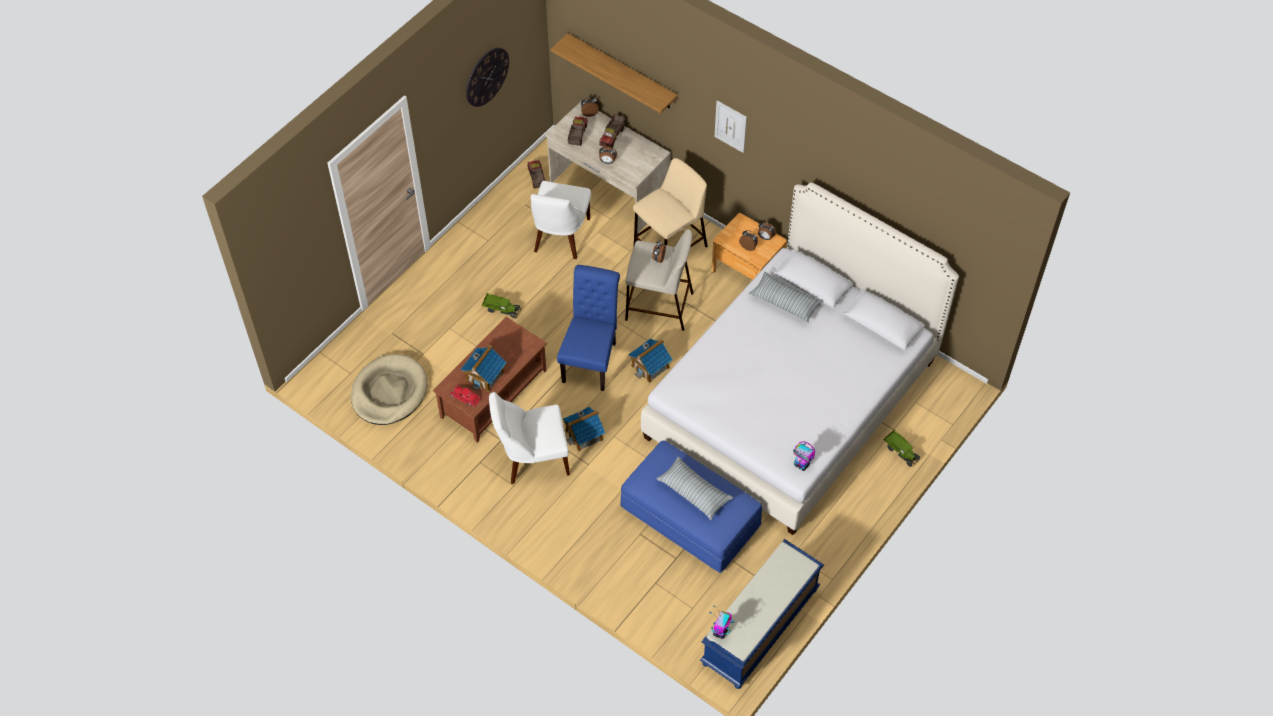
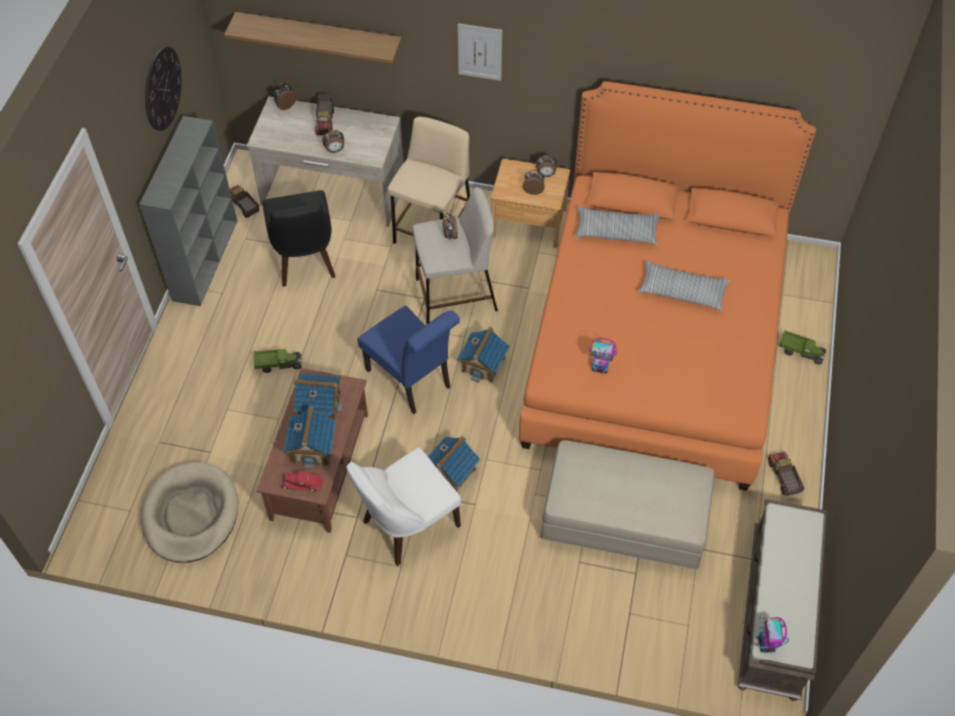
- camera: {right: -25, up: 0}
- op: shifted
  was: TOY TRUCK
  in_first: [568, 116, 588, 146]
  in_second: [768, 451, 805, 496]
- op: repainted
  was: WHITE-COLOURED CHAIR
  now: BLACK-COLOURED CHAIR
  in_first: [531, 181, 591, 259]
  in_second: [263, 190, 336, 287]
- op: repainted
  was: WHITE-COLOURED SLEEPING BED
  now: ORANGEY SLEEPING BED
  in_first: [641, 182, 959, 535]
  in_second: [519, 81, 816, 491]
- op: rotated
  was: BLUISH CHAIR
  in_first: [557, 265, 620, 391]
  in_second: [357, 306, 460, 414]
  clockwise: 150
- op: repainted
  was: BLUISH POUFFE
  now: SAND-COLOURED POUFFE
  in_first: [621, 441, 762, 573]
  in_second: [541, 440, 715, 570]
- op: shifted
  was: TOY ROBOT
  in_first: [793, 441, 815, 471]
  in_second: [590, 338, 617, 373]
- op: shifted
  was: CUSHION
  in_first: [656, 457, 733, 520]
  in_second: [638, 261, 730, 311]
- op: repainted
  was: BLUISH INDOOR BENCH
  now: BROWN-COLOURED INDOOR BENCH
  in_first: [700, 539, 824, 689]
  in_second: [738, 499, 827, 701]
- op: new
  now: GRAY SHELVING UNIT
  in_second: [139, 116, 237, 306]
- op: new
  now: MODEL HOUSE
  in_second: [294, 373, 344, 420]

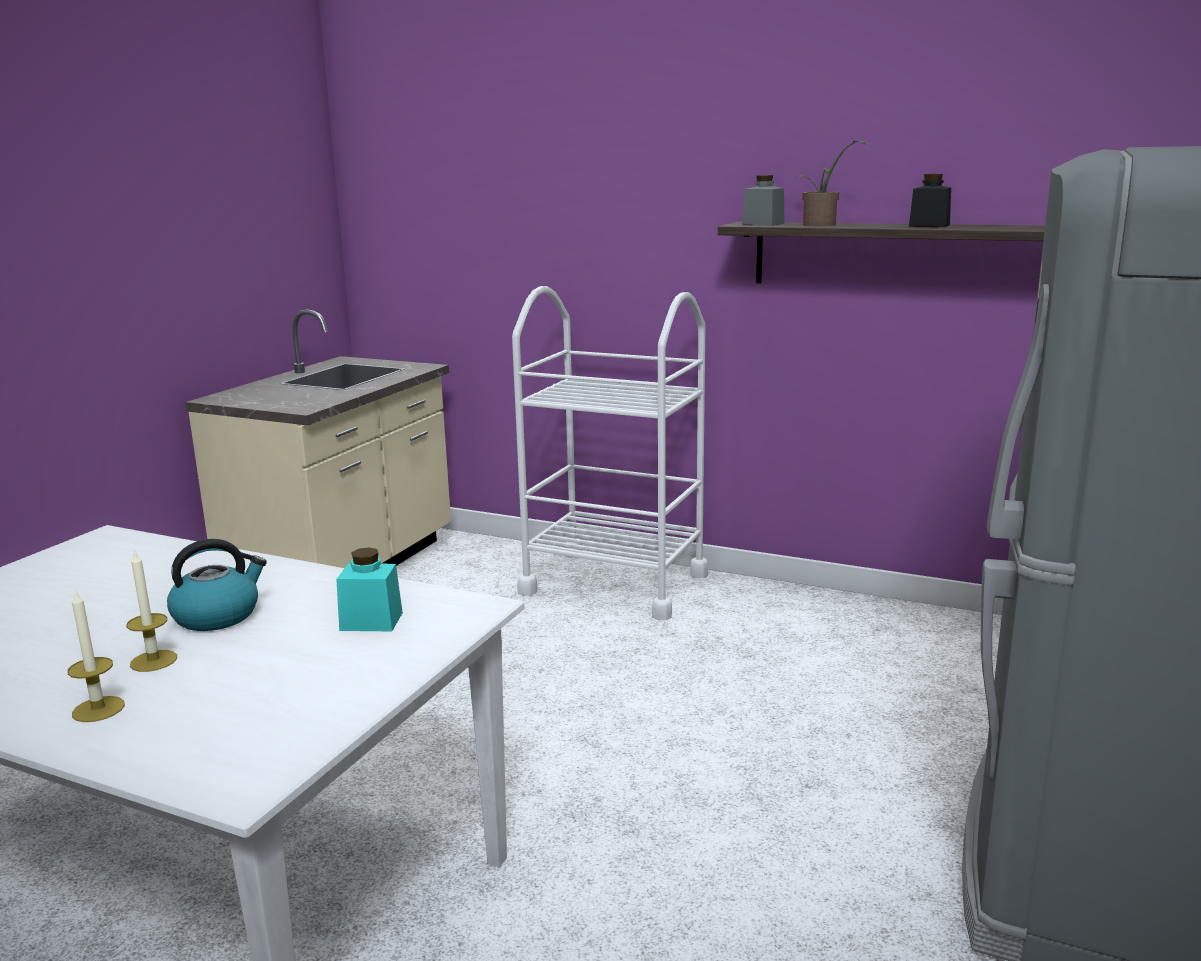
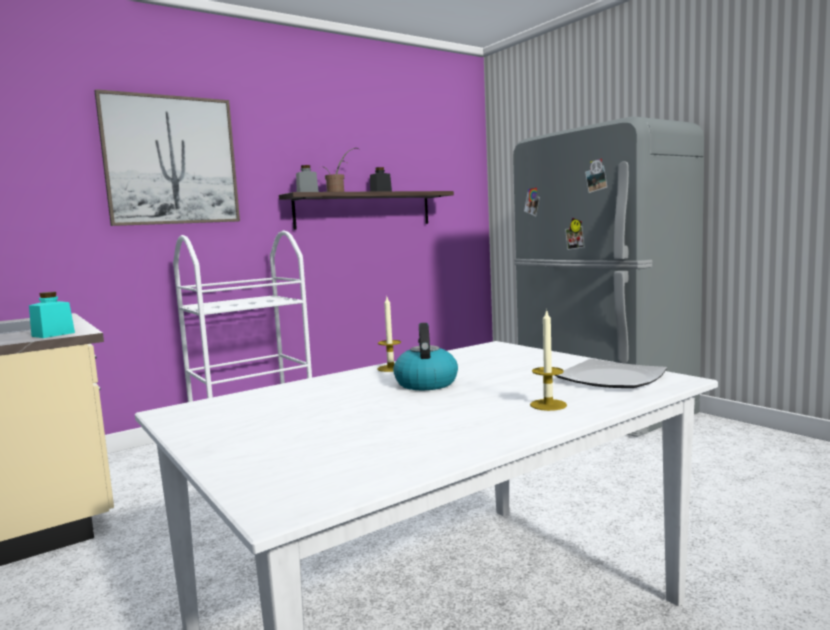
- camera: {right: -60, up: -10}
- op: shifted
  was: BLUE-GREEN STORAGE JAR
  in_first: [336, 547, 403, 631]
  in_second: [29, 292, 75, 338]
- op: shifted
  was: WAX LIGHT
  in_first: [126, 552, 177, 672]
  in_second: [377, 297, 401, 372]
- op: new
  now: PICTURE
  in_second: [95, 89, 240, 226]
- op: new
  now: PLATE
  in_second: [555, 359, 667, 388]

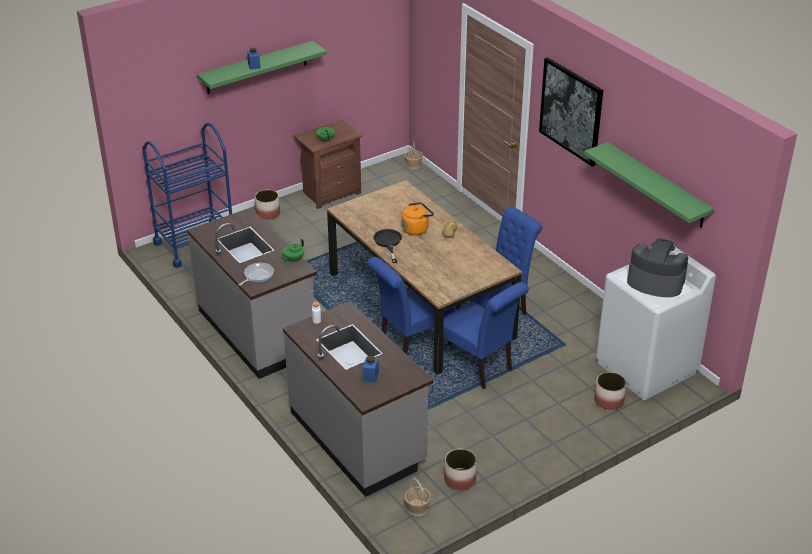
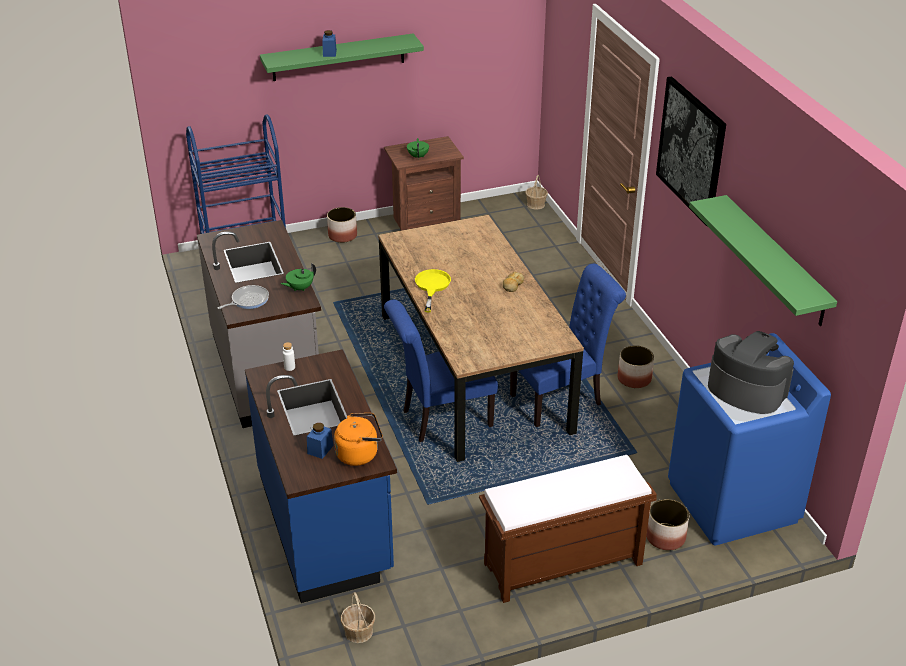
- camera: {right: 15, up: 0}
- op: shifted
  was: ORANGEY TEA KETTLE
  in_first: [402, 202, 434, 235]
  in_second: [334, 413, 383, 466]
- op: repainted
  was: BLACK-COLOURED FRYING PAN
  now: YELLOW FRYING PAN
  in_first: [373, 229, 402, 263]
  in_second: [415, 269, 451, 312]
- op: repainted
  was: WHITE-COLOURED LAUNDRY MACHINE
  now: BLUISH LAUNDRY MACHINE
  in_first: [596, 245, 716, 400]
  in_second: [668, 333, 831, 545]
- op: gone
  was: BLUISH CHAIR
  in_first: [443, 282, 529, 389]
- op: repainted
  was: GRAY KITCHEN BASE UNIT
  now: BLUISH KITCHEN BASE UNIT
  in_first: [283, 301, 433, 497]
  in_second: [245, 349, 397, 603]
- op: shifted
  was: PLANTER
  in_first: [444, 449, 477, 490]
  in_second: [618, 345, 654, 388]
- op: new
  now: BROWN-COLOURED INDOOR BENCH
  in_second: [479, 455, 657, 603]

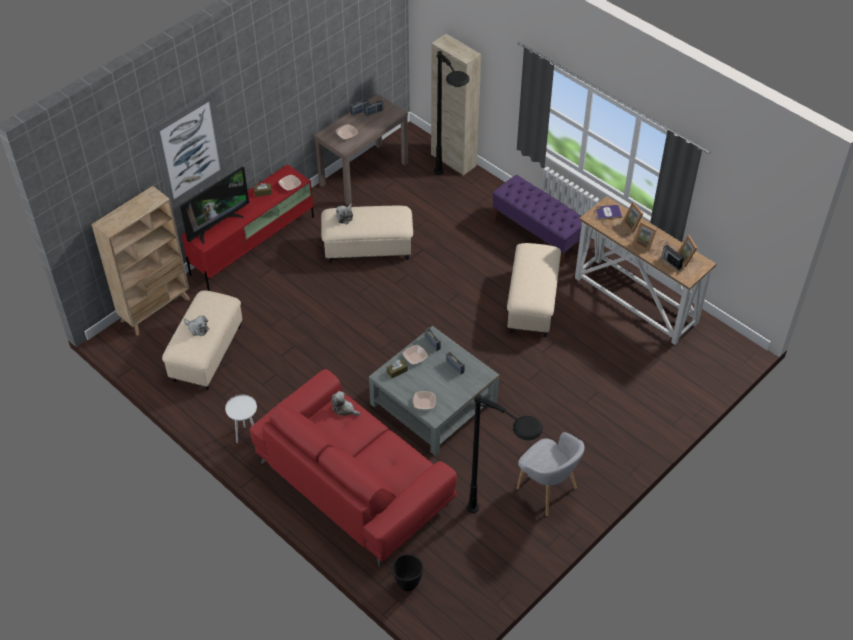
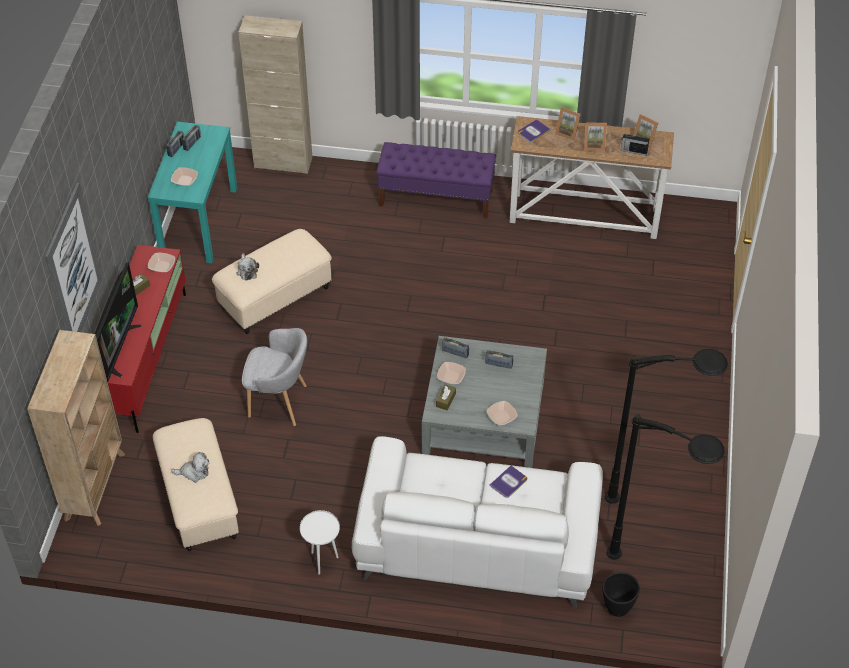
- camera: {right: -35, up: 0}
- op: shifted
  was: BLACK-COLOURED STANDING LAMP
  in_first: [434, 51, 470, 175]
  in_second: [606, 414, 725, 560]
- op: repainted
  was: BROWN-COLOURED CONSOLE TABLE
  now: BLUE-GREEN CONSOLE TABLE
  in_first: [314, 94, 408, 205]
  in_second: [148, 122, 237, 263]
- op: gone
  was: SAND-COLOURED POUFFE
  in_first: [507, 243, 561, 337]
- op: repainted
  was: REDDISH COUCH
  now: WHITE-COLOURED COUCH
  in_first: [250, 369, 457, 566]
  in_second: [352, 436, 603, 608]
- op: gone
  was: PLUSH TOY
  in_first: [331, 391, 360, 416]
- op: shifted
  was: GRAY EASY CHAIR
  in_first: [516, 432, 585, 516]
  in_second: [242, 328, 307, 426]
- op: new
  now: BOUND BOOK
  in_second: [489, 465, 527, 498]

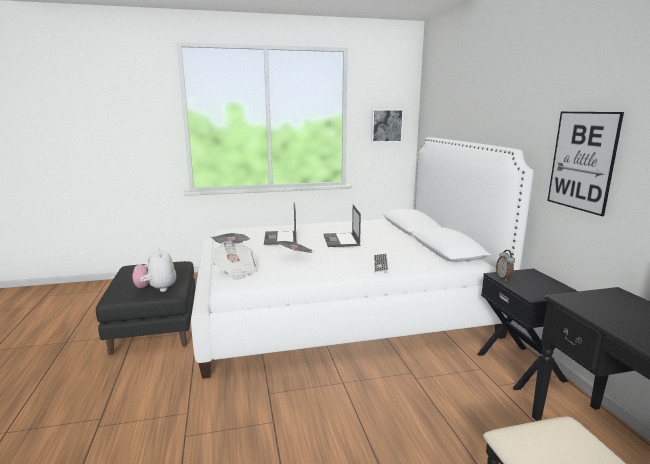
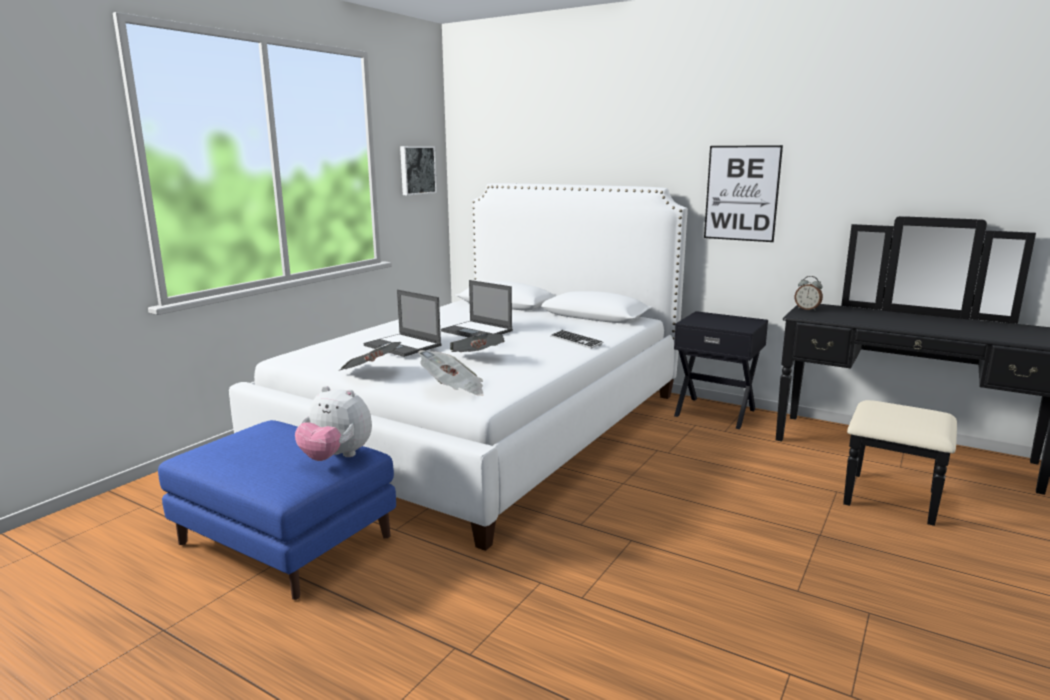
- camera: {right: -45, up: 0}
- op: shifted
  was: TABLE CLOCK
  in_first: [496, 250, 515, 281]
  in_second: [795, 276, 823, 311]
- op: repainted
  was: BLACK-COLOURED POUFFE
  now: BLUISH POUFFE
  in_first: [96, 261, 195, 355]
  in_second: [158, 420, 396, 600]

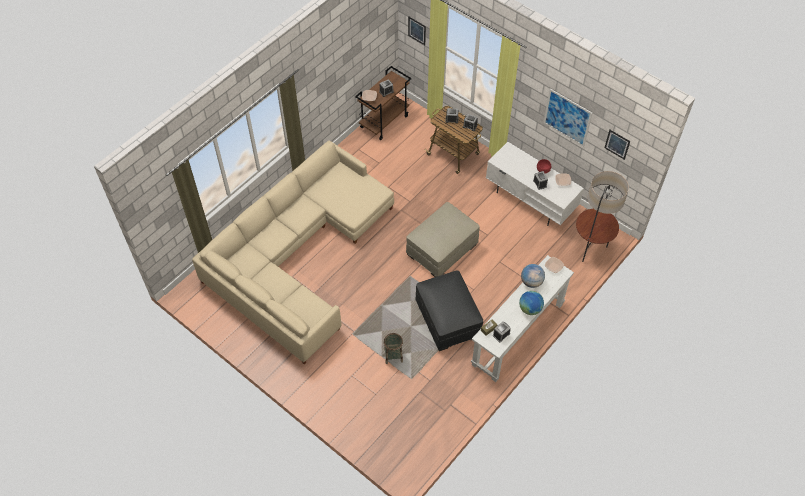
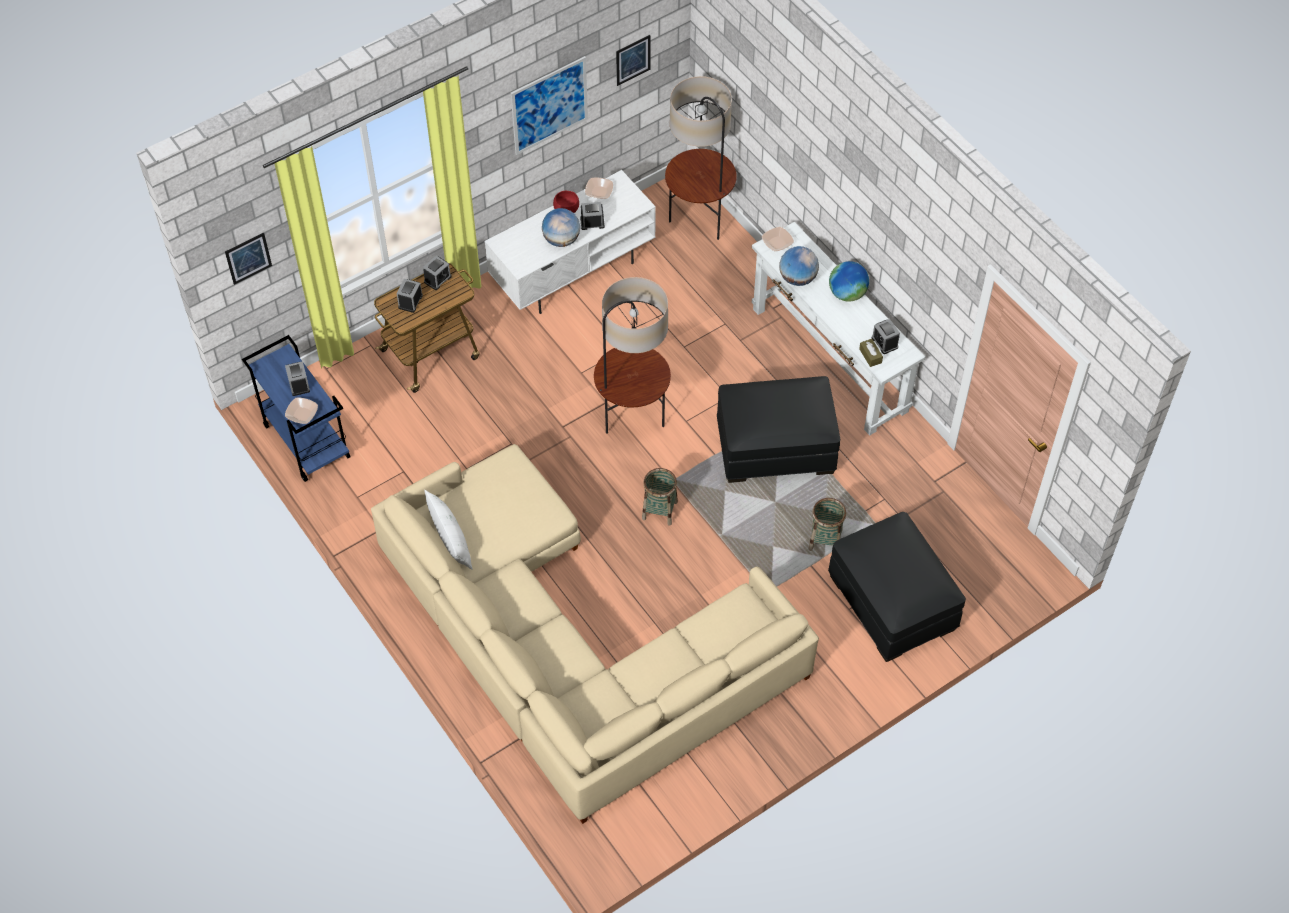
- camera: {right: -75, up: 0}
- op: repainted
  was: BROWN-COLOURED WHEELED CART
  now: BLUISH WHEELED CART
  in_first: [355, 66, 411, 140]
  in_second: [242, 335, 351, 482]
- op: swapped
  was: SAND-COLOURED POUFFE
  now: STANDING LAMP
  in_first: [406, 202, 480, 277]
  in_second: [594, 277, 671, 434]
- op: new
  now: GLOBE
  in_second: [542, 208, 580, 247]
- op: new
  now: BASKET
  in_second: [642, 468, 678, 526]
- op: new
  now: WHITE-COLOURED CUSHION
  in_second: [424, 490, 473, 570]
- op: new
  now: BLACK-COLOURED POUFFE
  in_second: [828, 512, 966, 662]

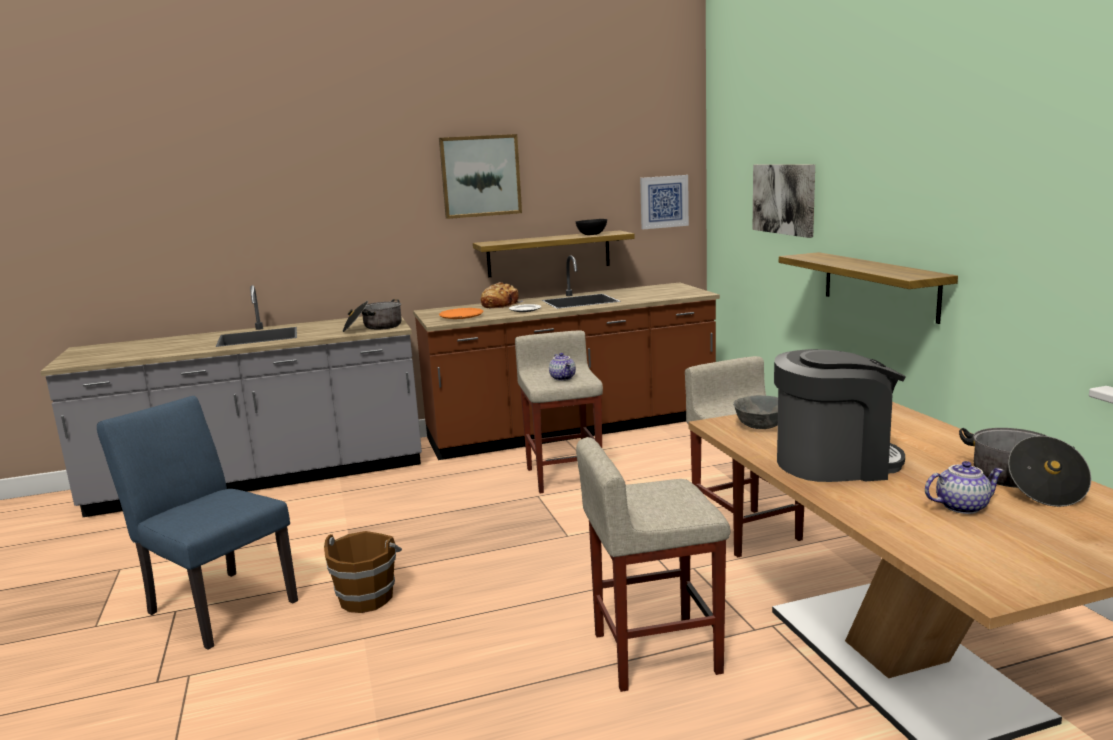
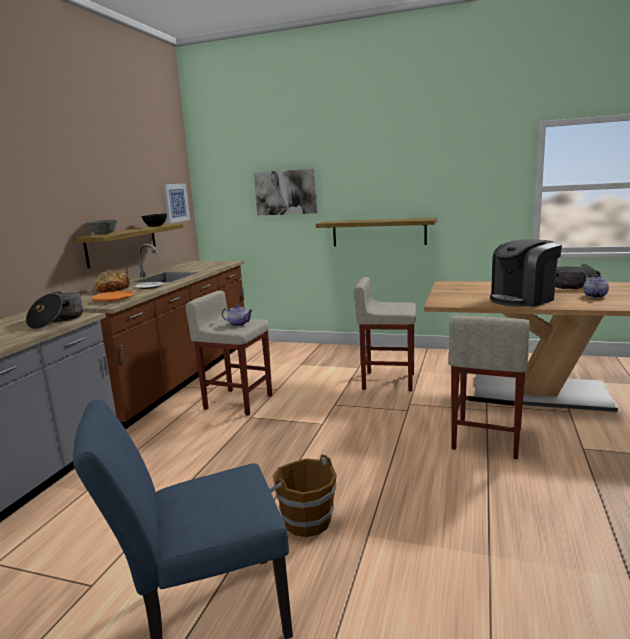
- camera: {right: -55, up: 0}
- op: gone
  was: PICTURE
  in_first: [439, 134, 522, 219]
- op: rotated
  was: COFFEE MAKER
  in_first: [774, 349, 906, 482]
  in_second: [490, 239, 562, 307]
  clockwise: -150
- op: shifted
  was: GRAY BOWL
  in_first: [733, 395, 778, 429]
  in_second: [86, 220, 117, 234]

